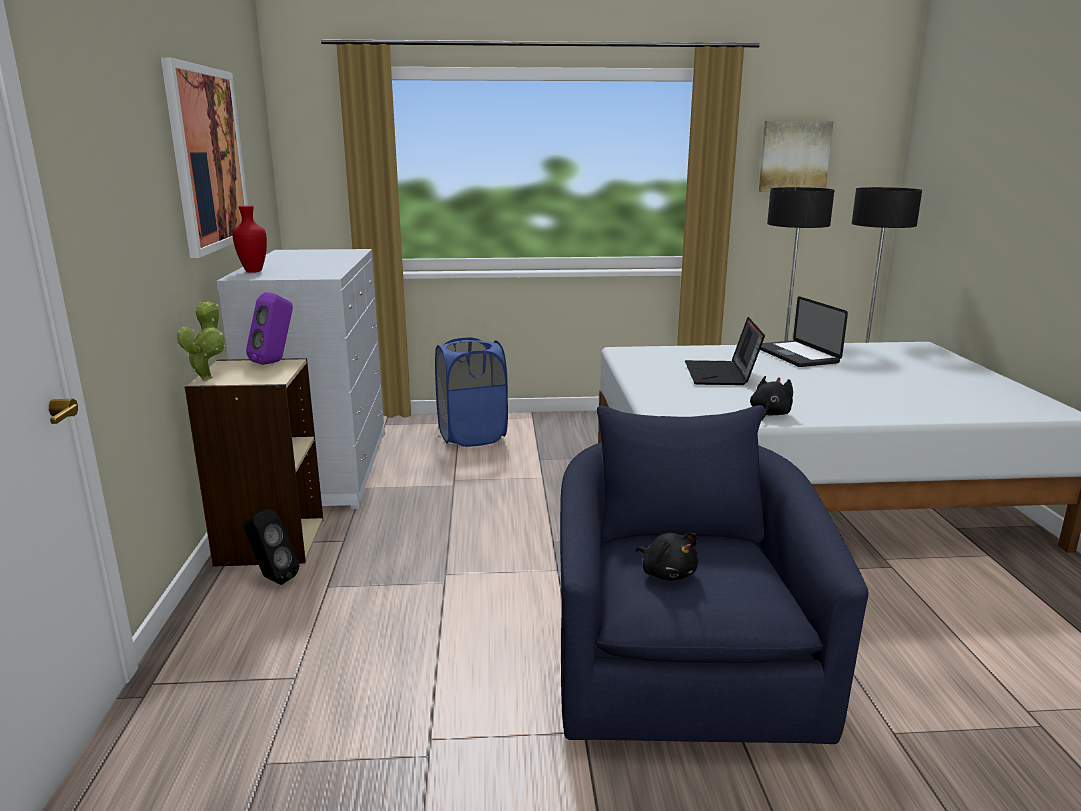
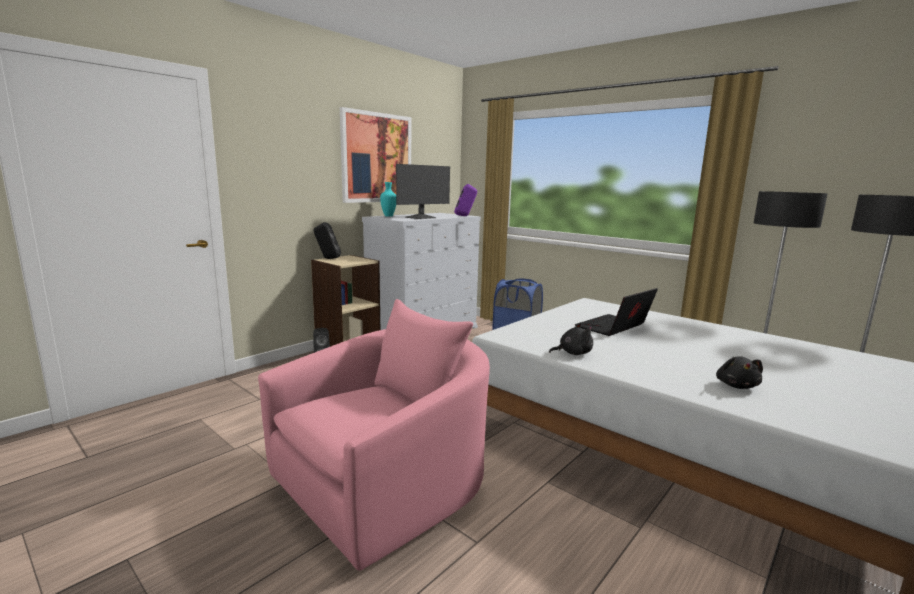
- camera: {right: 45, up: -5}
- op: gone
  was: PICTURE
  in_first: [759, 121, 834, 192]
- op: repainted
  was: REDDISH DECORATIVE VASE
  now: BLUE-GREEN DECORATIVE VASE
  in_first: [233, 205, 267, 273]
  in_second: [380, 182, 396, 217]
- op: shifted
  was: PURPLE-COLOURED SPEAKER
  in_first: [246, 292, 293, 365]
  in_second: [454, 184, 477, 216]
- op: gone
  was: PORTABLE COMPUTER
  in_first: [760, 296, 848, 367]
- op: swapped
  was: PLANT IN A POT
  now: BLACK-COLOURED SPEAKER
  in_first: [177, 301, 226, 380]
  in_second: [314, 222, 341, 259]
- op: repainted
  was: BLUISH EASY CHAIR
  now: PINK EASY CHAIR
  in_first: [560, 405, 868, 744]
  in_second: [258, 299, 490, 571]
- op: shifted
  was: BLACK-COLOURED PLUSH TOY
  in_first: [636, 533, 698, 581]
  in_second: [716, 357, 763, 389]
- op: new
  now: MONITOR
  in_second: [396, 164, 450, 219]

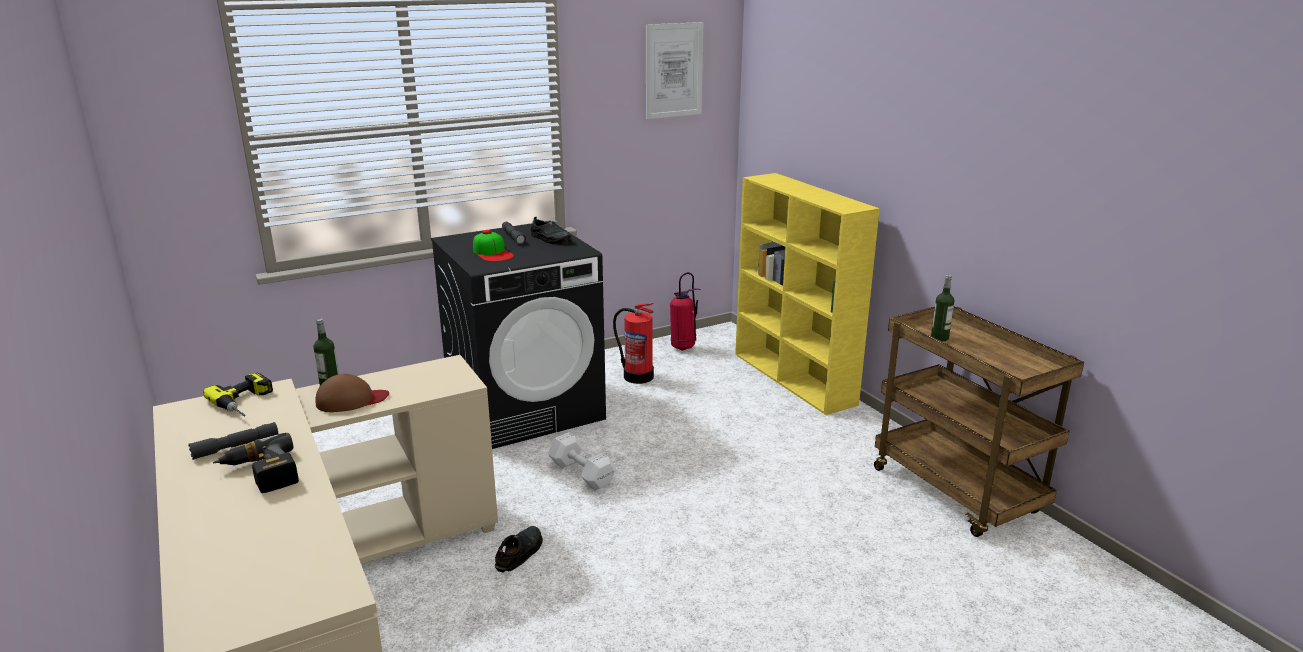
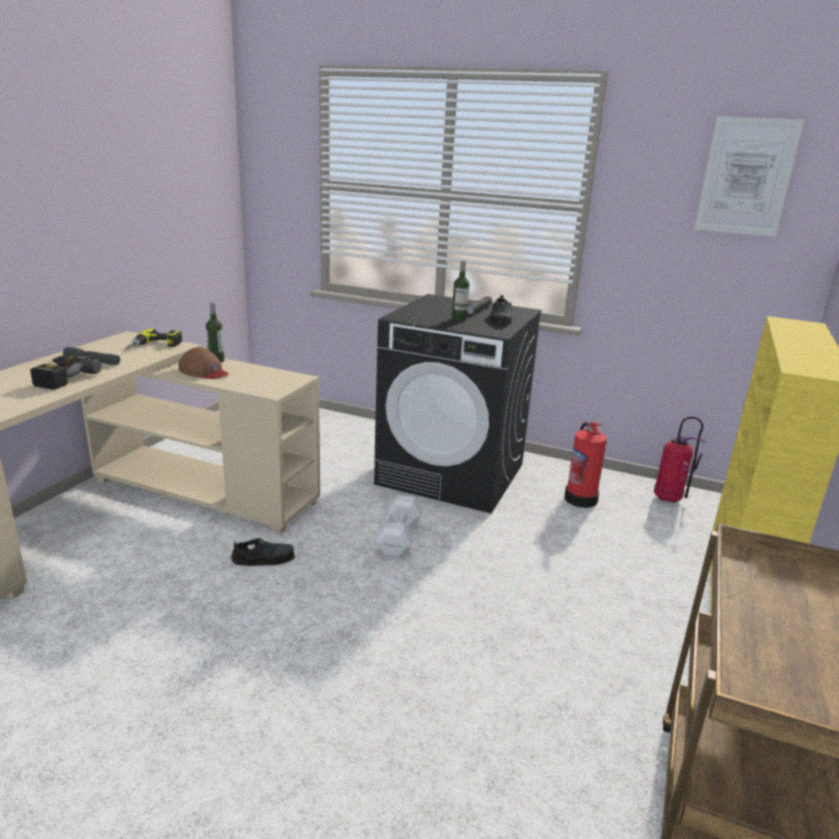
- camera: {right: 50, up: 0}
- op: gone
  was: PEAKED CAP
  in_first: [473, 230, 514, 262]
- op: shifted
  was: BOTTLE
  in_first: [931, 275, 954, 341]
  in_second: [452, 260, 469, 321]

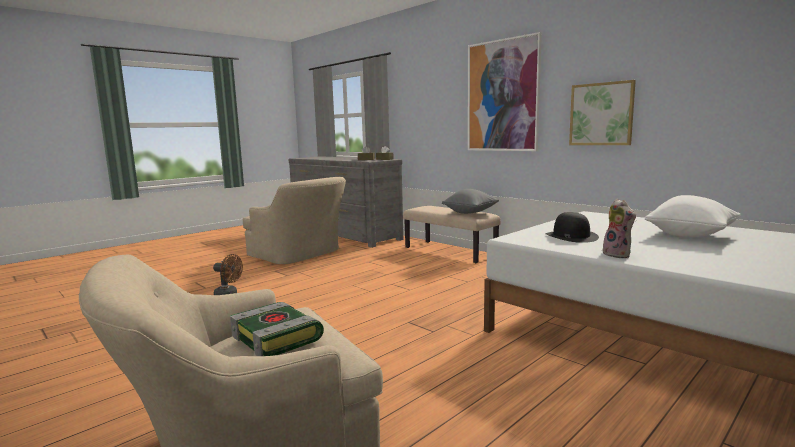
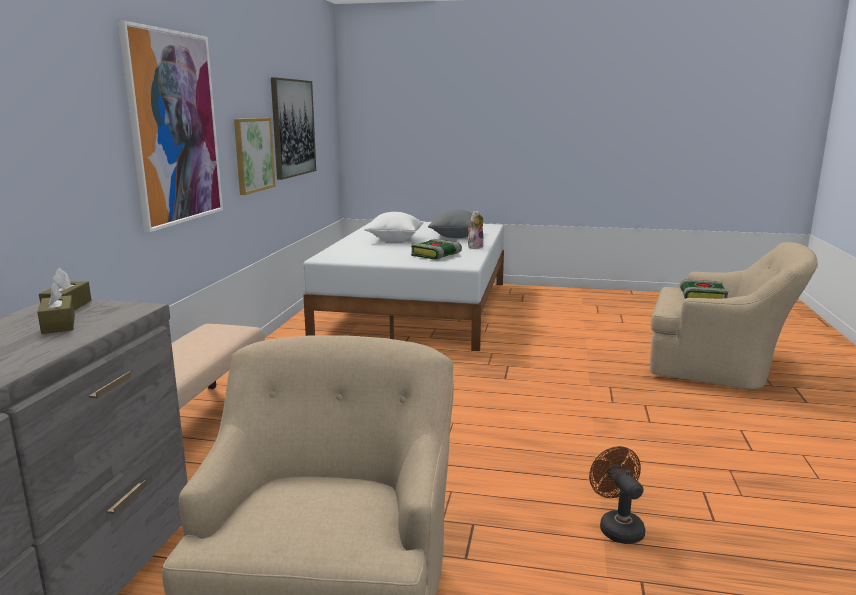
- camera: {right: -125, up: 5}
- op: shifted
  was: GRAY CUSHION
  in_first: [442, 189, 499, 214]
  in_second: [428, 209, 472, 238]
- op: swapped
  was: BLACK-COLOURED CLOTHING HAT
  now: BOUND BOOK
  in_first: [545, 212, 599, 243]
  in_second: [411, 239, 462, 260]
- op: new
  now: PICTURE
  in_second: [271, 78, 316, 180]

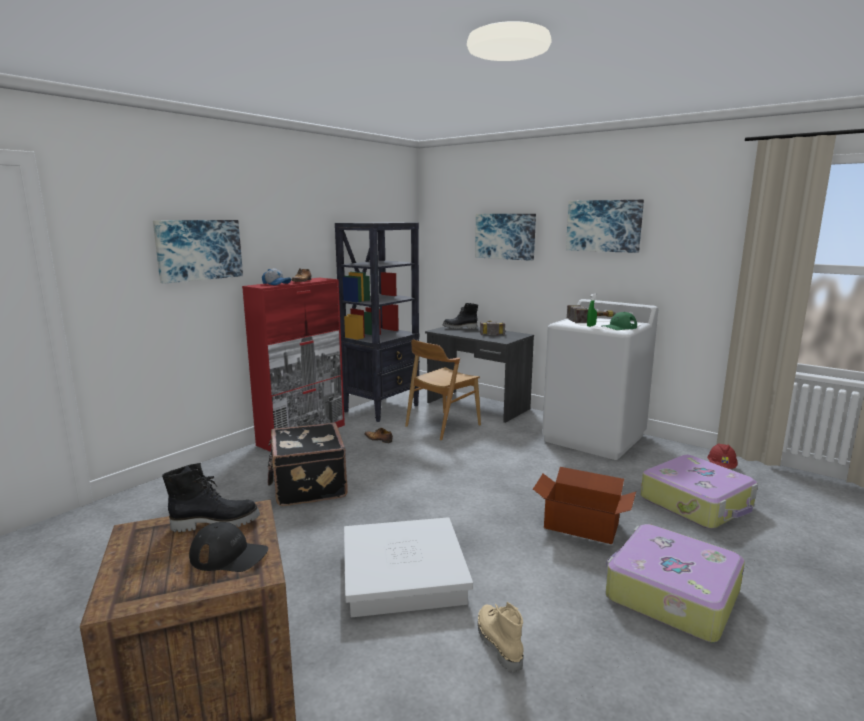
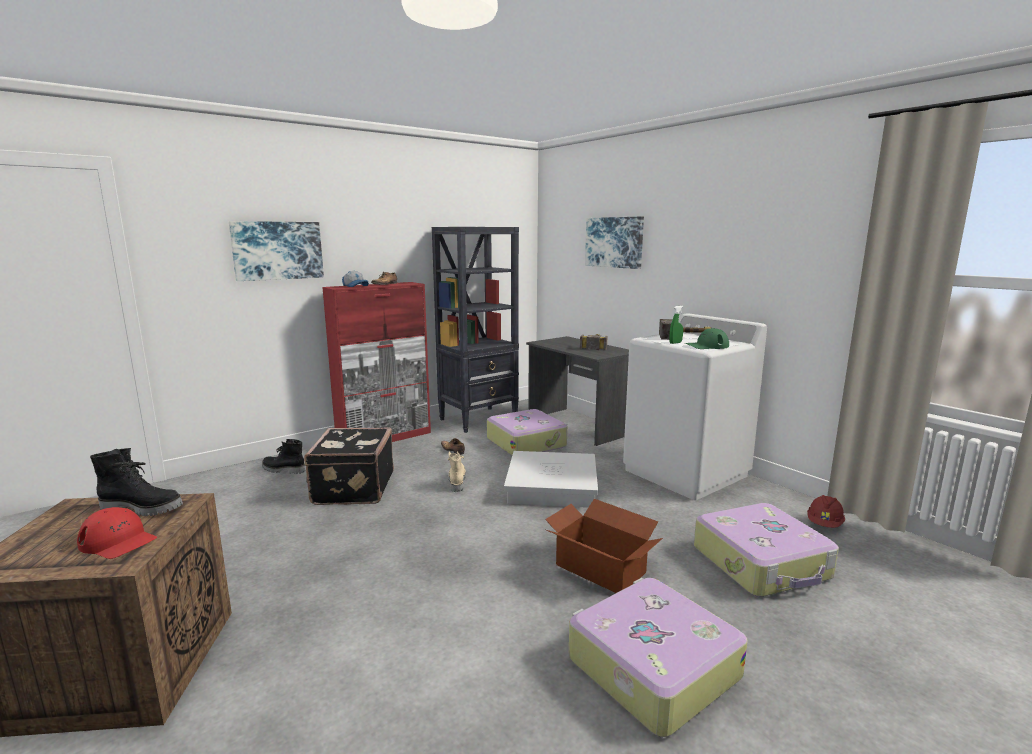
- camera: {right: 15, up: 0}
- op: gone
  was: PICTURE
  in_first: [566, 200, 644, 253]
- op: shifted
  was: BLACK-COLOURED BOOT
  in_first: [443, 303, 478, 329]
  in_second: [262, 439, 305, 474]
- op: swapped
  was: BROWN-COLOURED CHAIR
  now: PIECE OF LUGGAGE
  in_first: [405, 339, 481, 440]
  in_second: [487, 409, 567, 456]
- op: shifted
  was: WHITE-COLOURED STORAGE BOX
  in_first: [344, 517, 473, 617]
  in_second: [504, 451, 598, 508]
- op: repainted
  was: BLACK-COLOURED PEAKED CAP
  now: REDDISH PEAKED CAP
  in_first: [189, 522, 268, 572]
  in_second: [77, 507, 157, 559]
- op: shifted
  was: SAND-COLOURED BOOT
  in_first: [478, 602, 524, 673]
  in_second: [448, 451, 466, 492]

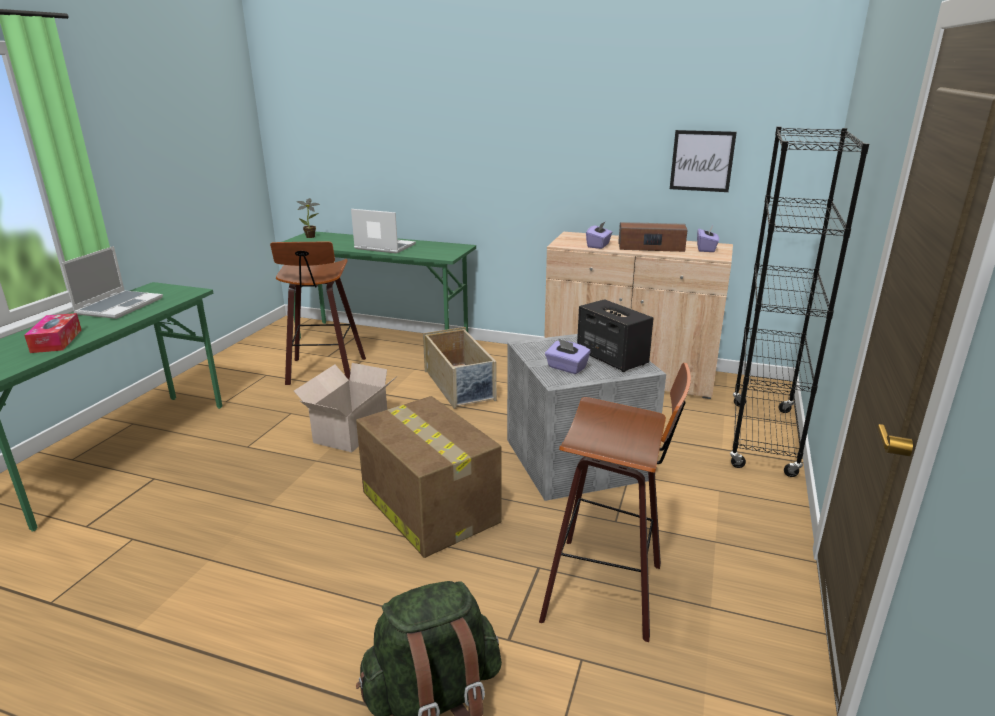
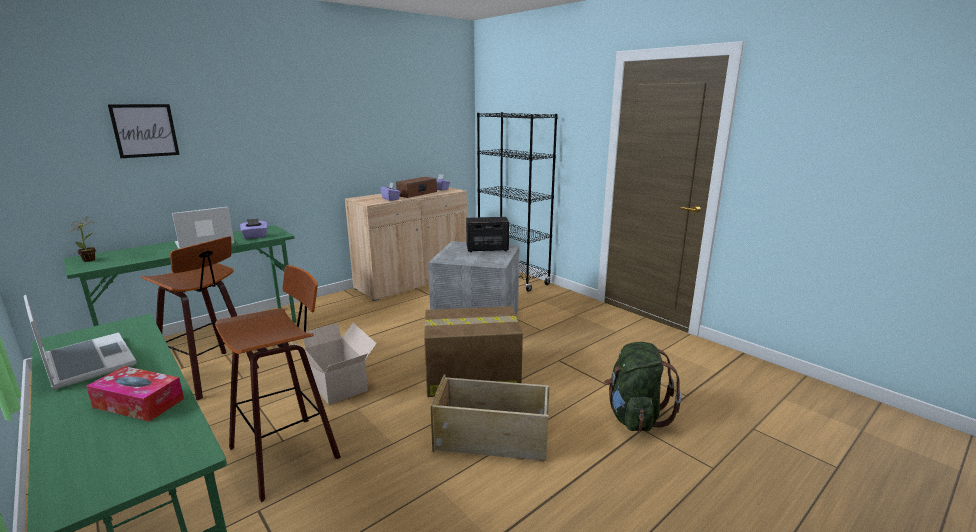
- camera: {right: -60, up: -5}
- op: shifted
  was: PICTURE
  in_first: [670, 130, 737, 192]
  in_second: [108, 104, 180, 158]
- op: shifted
  was: SAND-COLOURED STORAGE BOX
  in_first: [423, 327, 497, 409]
  in_second: [430, 375, 550, 461]
- op: shifted
  was: PURPLE-COLOURED TISSUE HOLDER
  in_first: [545, 339, 591, 374]
  in_second: [240, 219, 267, 239]
- op: shifted
  was: STOOL SEAT
  in_first: [539, 363, 691, 642]
  in_second: [215, 265, 341, 502]

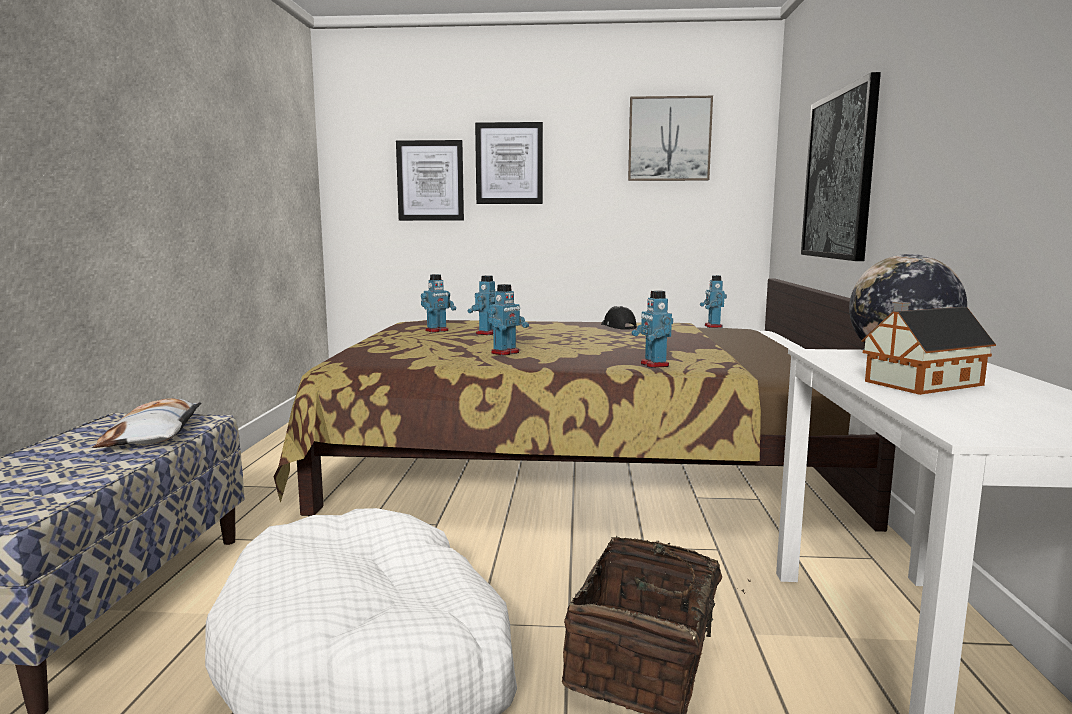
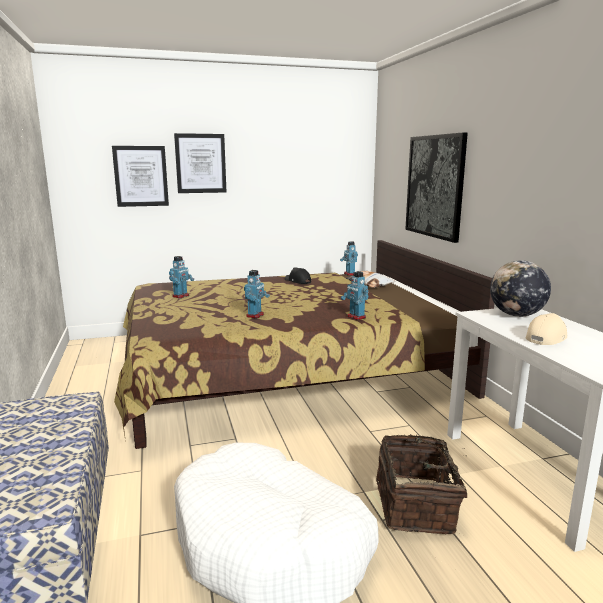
- camera: {right: -20, up: 5}
- op: gone
  was: PICTURE
  in_first: [628, 96, 713, 181]
- op: gone
  was: TOY ROBOT
  in_first: [467, 275, 495, 335]
- op: swapped
  was: MODEL HOUSE
  now: SAND-COLOURED PEAKED CAP
  in_first: [861, 302, 996, 395]
  in_second: [526, 313, 567, 345]
- op: shifted
  was: CUSHION
  in_first: [93, 398, 201, 448]
  in_second: [345, 271, 395, 288]

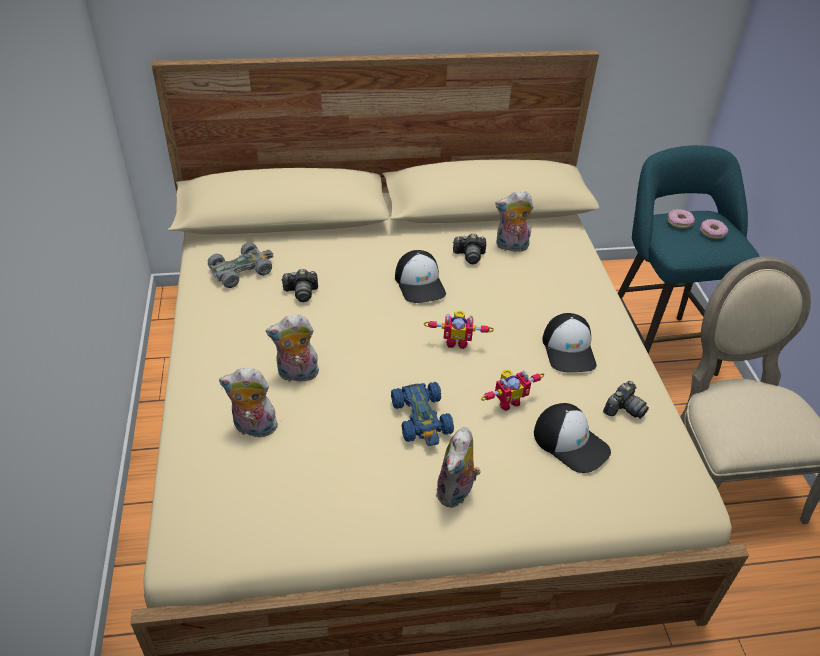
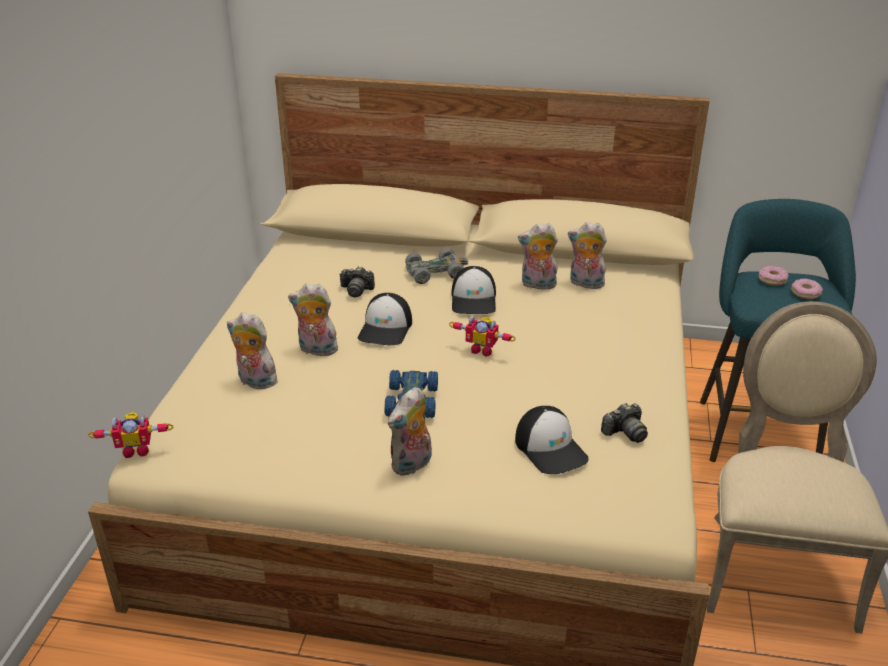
- camera: {right: 20, up: -10}
- op: swapped
  was: STILL CAMERA
  now: PLUSH TOY
  in_first: [453, 233, 486, 264]
  in_second: [518, 223, 558, 289]
- op: shifted
  was: GRAY TOY CAR
  in_first: [208, 242, 274, 288]
  in_second: [405, 248, 468, 284]
- op: shifted
  was: PEAKED CAP
  in_first: [542, 313, 597, 372]
  in_second: [358, 293, 412, 345]
- op: shifted
  was: TOY ROBOT
  in_first: [481, 370, 545, 411]
  in_second: [88, 412, 174, 458]

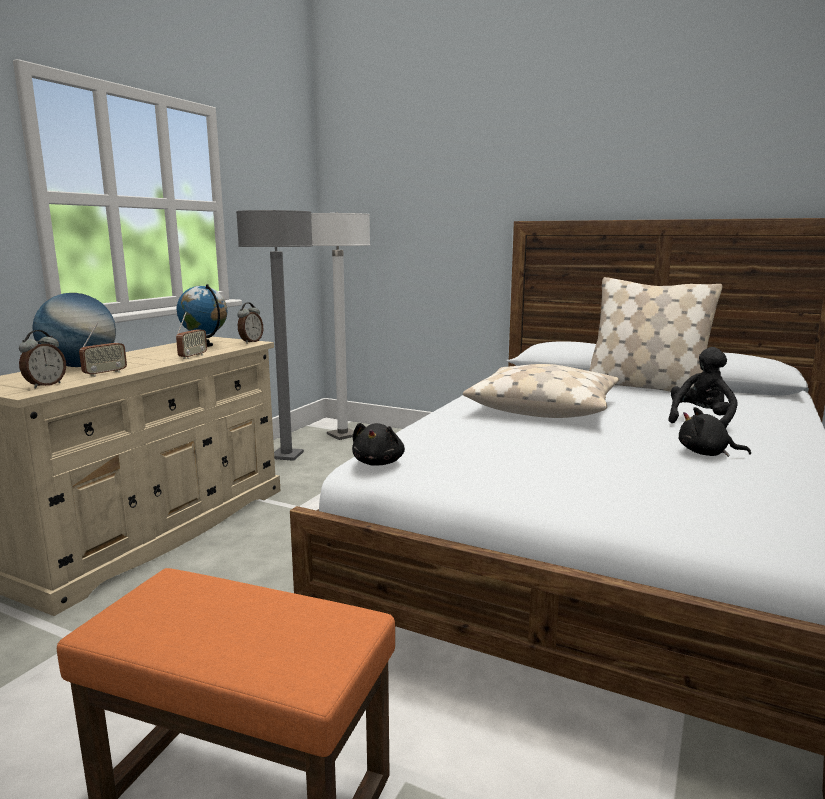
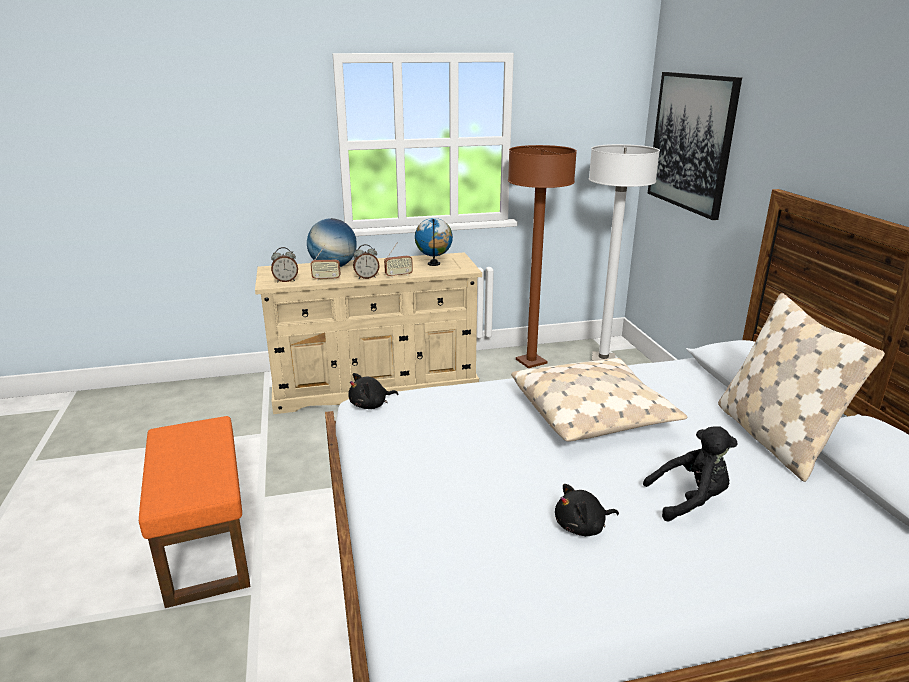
- camera: {right: 50, up: 10}
- op: repainted
  was: GRAY STANDING LAMP
  now: BROWN-COLOURED STANDING LAMP
  in_first: [236, 210, 313, 461]
  in_second: [508, 145, 577, 368]
- op: shifted
  was: TABLE CLOCK
  in_first: [237, 302, 263, 344]
  in_second: [353, 244, 380, 279]
- op: rotated
  was: BLACK-COLOURED PLUSH TOY
  in_first: [679, 407, 751, 457]
  in_second: [555, 484, 619, 536]
  clockwise: -90
- op: new
  now: PICTURE
  in_second: [647, 72, 742, 220]

